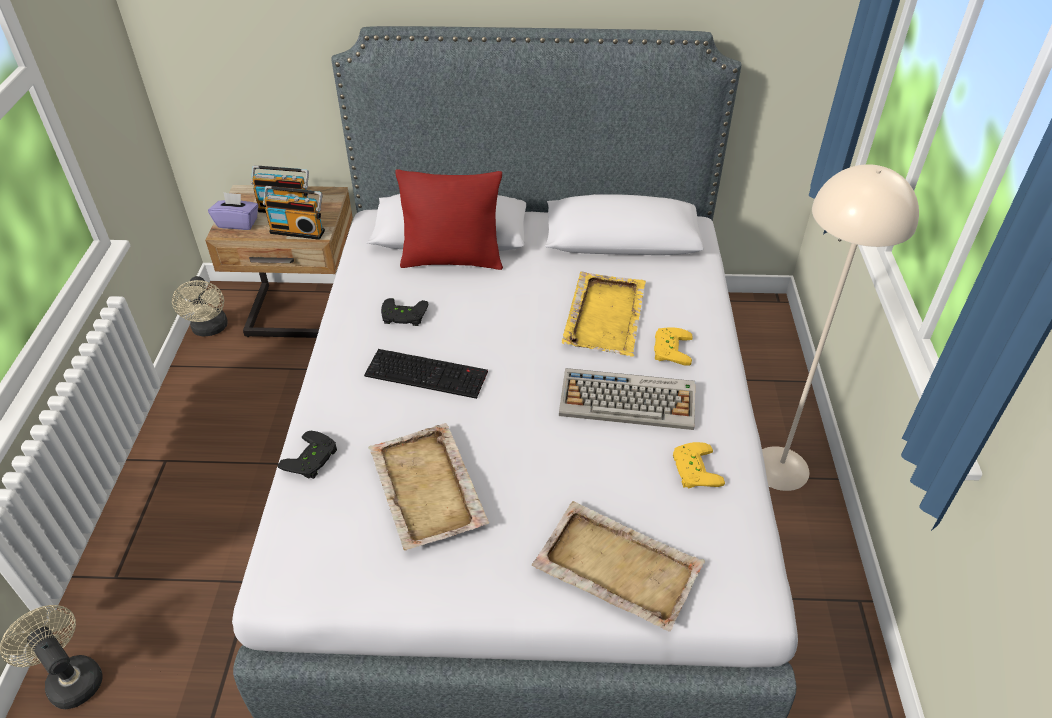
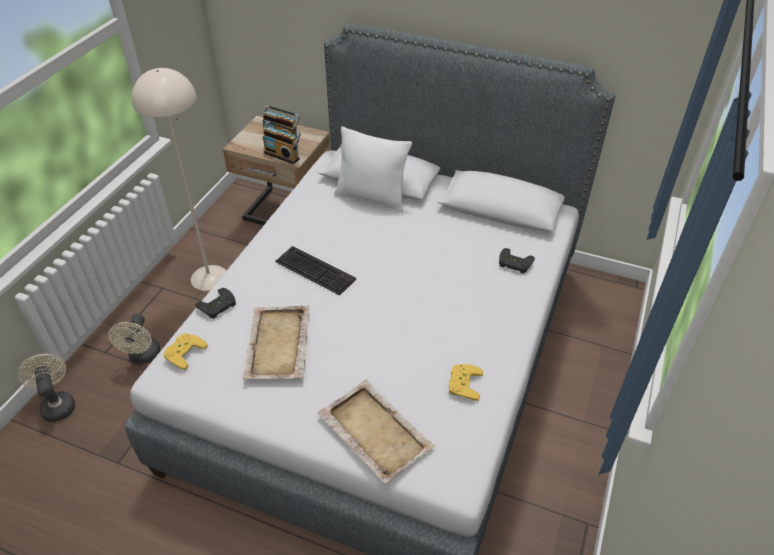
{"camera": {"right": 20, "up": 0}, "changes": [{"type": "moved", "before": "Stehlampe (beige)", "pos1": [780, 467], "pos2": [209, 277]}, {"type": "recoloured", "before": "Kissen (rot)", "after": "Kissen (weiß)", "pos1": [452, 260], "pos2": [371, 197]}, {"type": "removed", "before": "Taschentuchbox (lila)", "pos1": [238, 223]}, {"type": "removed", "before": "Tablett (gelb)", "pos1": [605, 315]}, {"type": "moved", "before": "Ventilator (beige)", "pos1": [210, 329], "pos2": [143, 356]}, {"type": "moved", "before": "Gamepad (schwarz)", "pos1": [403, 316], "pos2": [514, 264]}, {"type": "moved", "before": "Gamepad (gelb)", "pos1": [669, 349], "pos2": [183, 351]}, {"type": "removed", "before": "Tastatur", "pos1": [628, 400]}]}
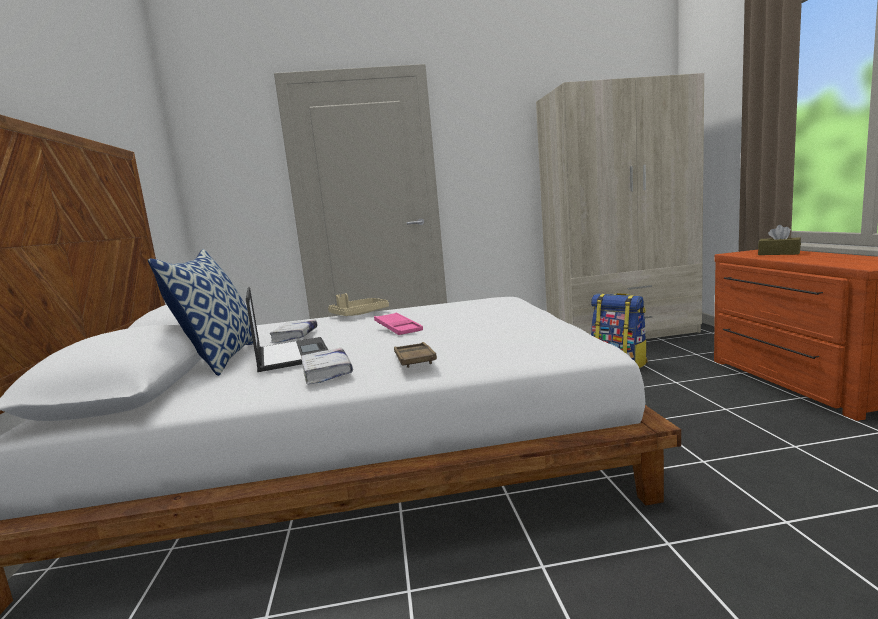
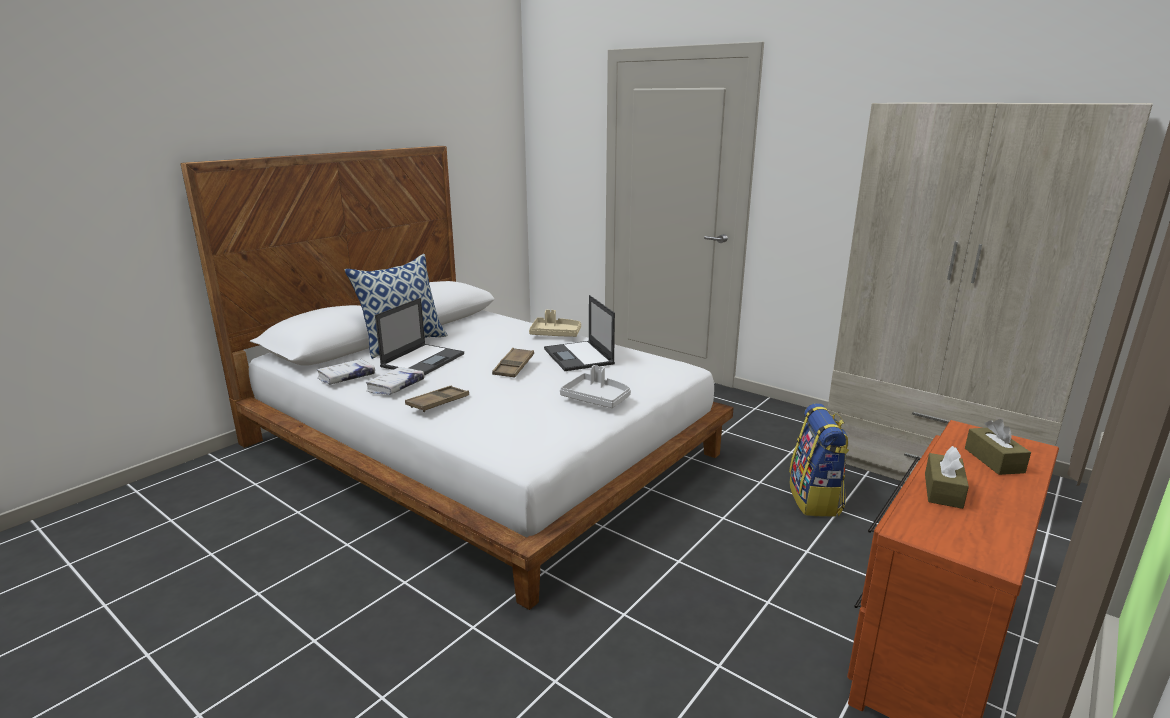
{"camera": {"right": 45, "up": 10}, "changes": [{"type": "recoloured", "before": "Tablett (rosa)", "after": "Tablett (braun)", "pos1": [398, 328], "pos2": [514, 366]}, {"type": "moved", "before": "Buch (weiß)", "pos1": [295, 336], "pos2": [346, 377]}, {"type": "added", "after": "Laptop", "pos2": [579, 357]}, {"type": "added", "after": "Tablett (grau)", "pos2": [596, 399]}, {"type": "added", "after": "Taschentuchbox (braun)", "pos2": [943, 490]}]}
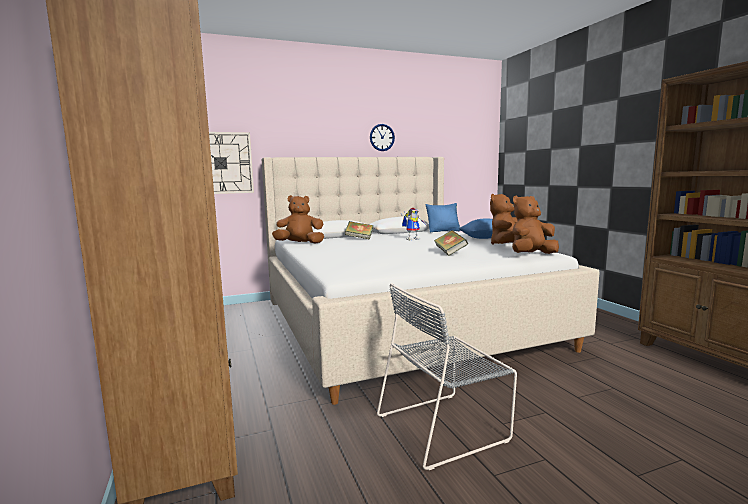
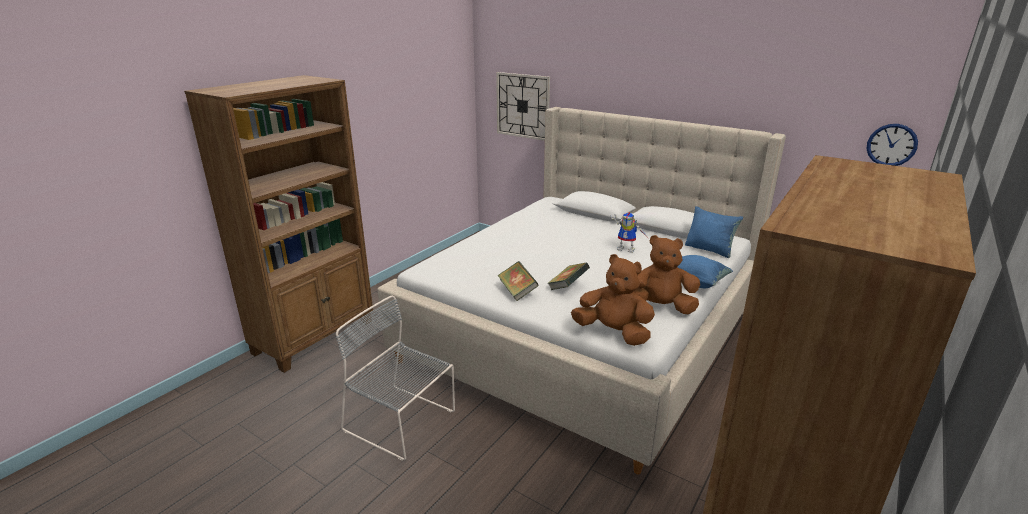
{"camera": {"right": 55, "up": 15}, "changes": [{"type": "moved", "before": "Wanduhr", "pos1": [382, 137], "pos2": [891, 145]}, {"type": "removed", "before": "Plüschtier (braun)", "pos1": [300, 244]}, {"type": "moved", "before": "Buch", "pos1": [359, 238], "pos2": [517, 291]}]}
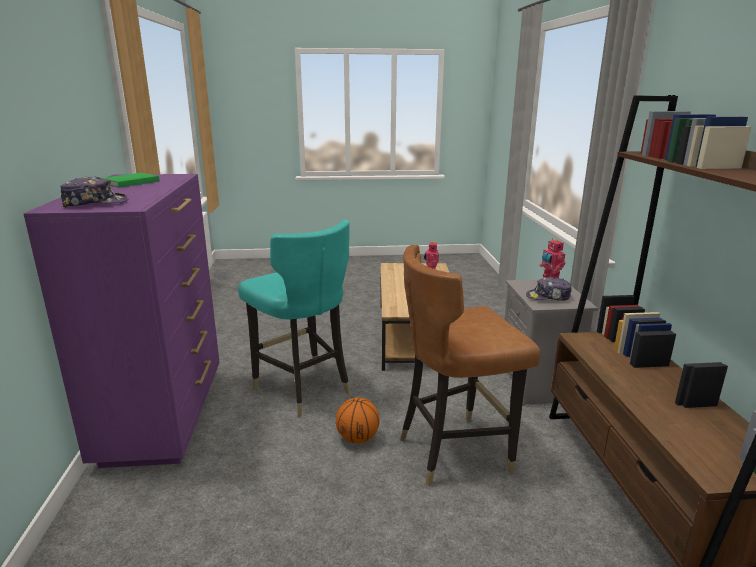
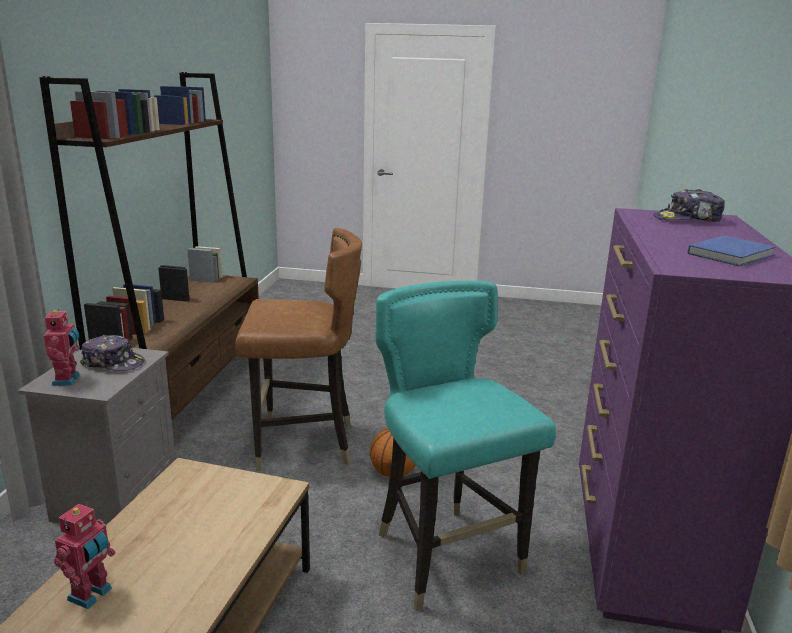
{"camera": {"right": -165, "up": 0}, "changes": [{"type": "recoloured", "before": "Buch (grün)", "after": "Buch (blau)", "pos1": [129, 182], "pos2": [732, 254]}]}
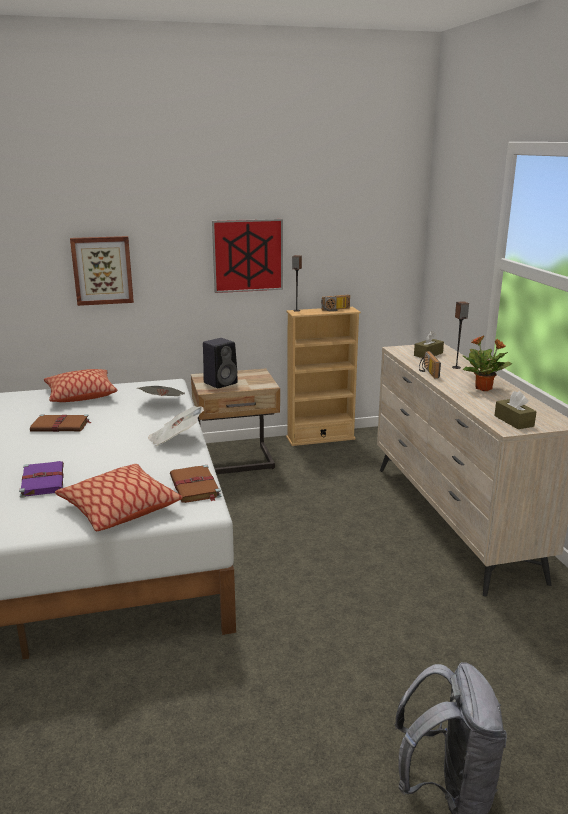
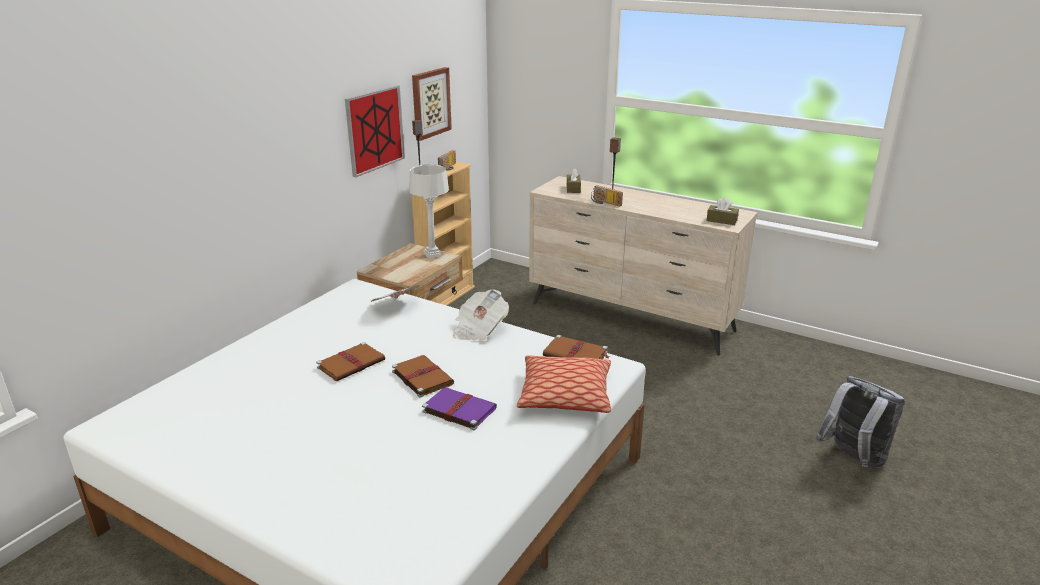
{"camera": {"right": -45, "up": 5}, "changes": [{"type": "moved", "before": "Bild", "pos1": [102, 270], "pos2": [430, 103]}, {"type": "removed", "before": "Topfpflanze", "pos1": [484, 389]}, {"type": "removed", "before": "Lautsprecher (schwarz)", "pos1": [221, 383]}, {"type": "removed", "before": "Kissen", "pos1": [80, 395]}, {"type": "added", "after": "Tischlampe (grau)", "pos2": [432, 254]}, {"type": "added", "after": "Buch (braun)", "pos2": [421, 377]}]}
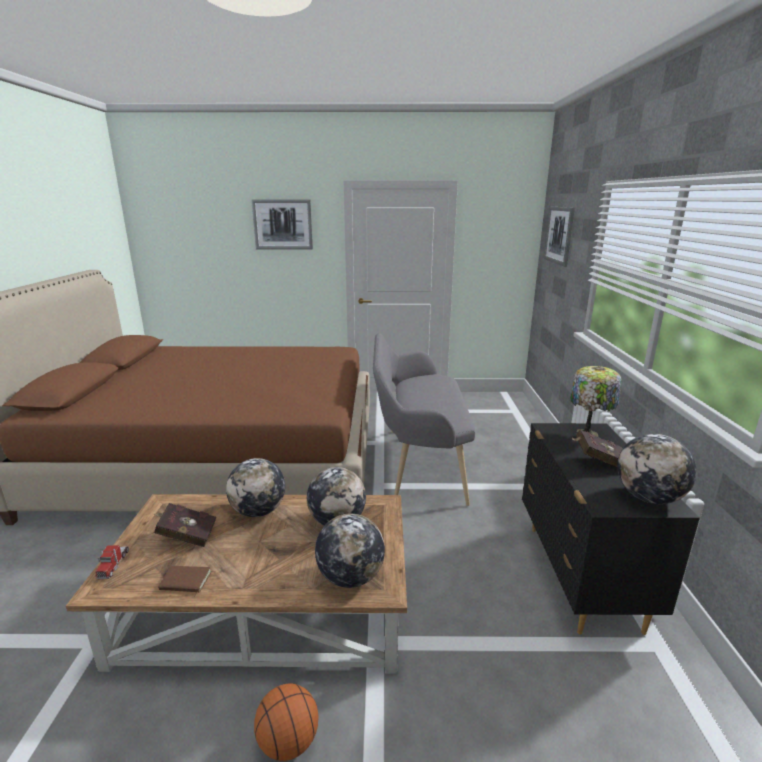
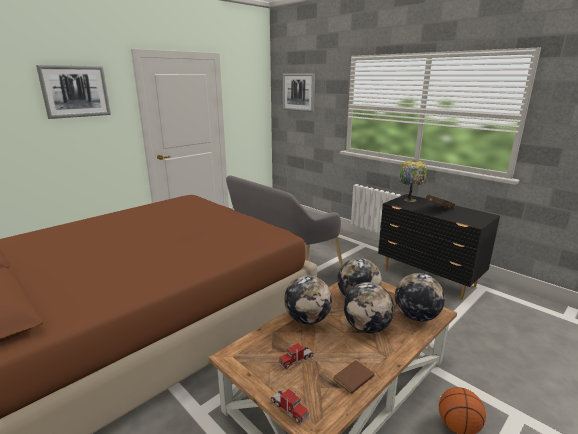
{"camera": {"right": -45, "up": 0}, "changes": [{"type": "moved", "before": "Globus", "pos1": [648, 498], "pos2": [366, 328]}, {"type": "replaced", "before": "Buch (rot)", "after": "Spielzeuglaster", "pos1": [186, 536], "pos2": [296, 360]}]}
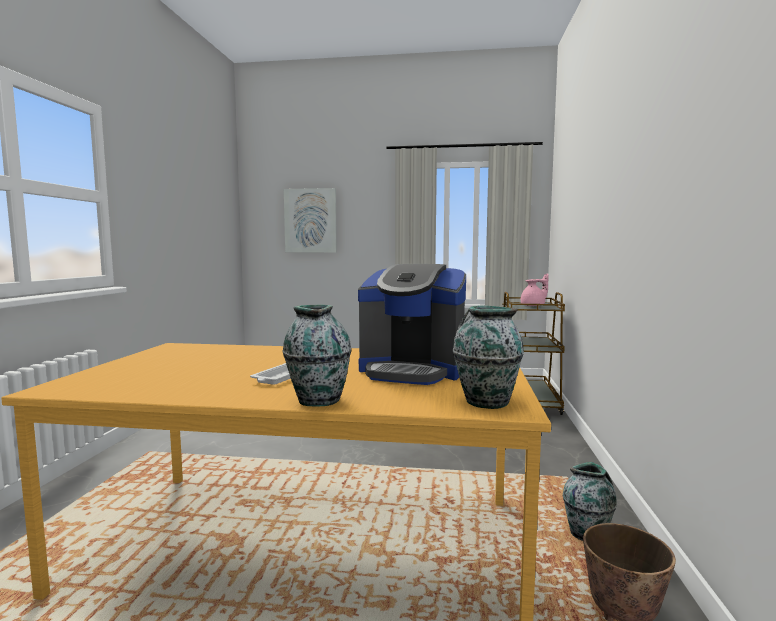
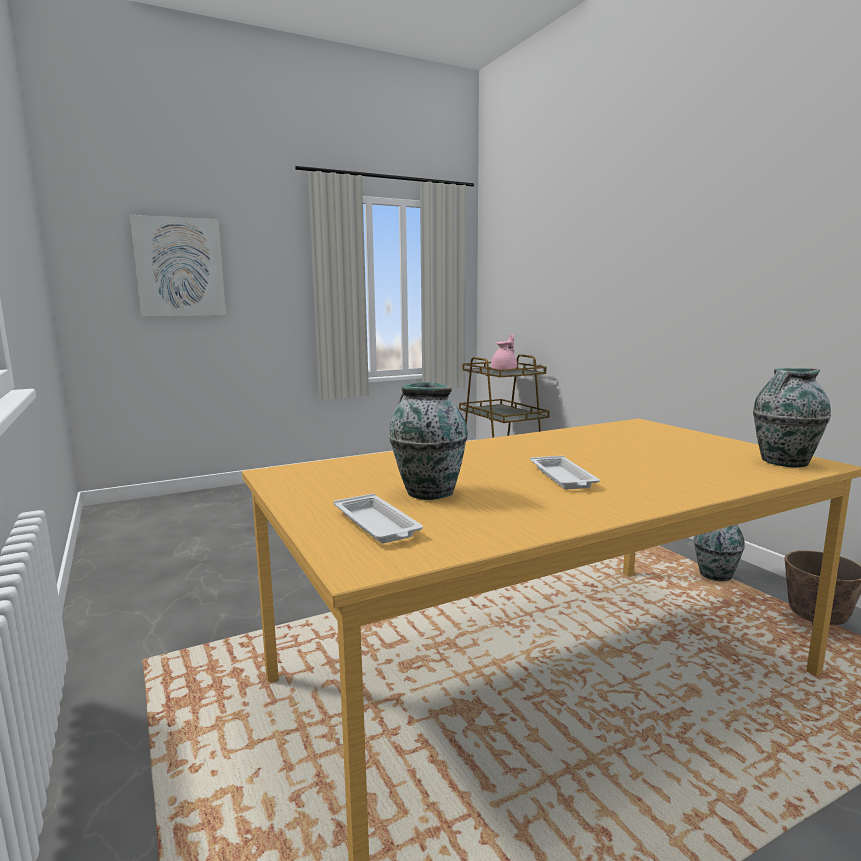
{"camera": {"right": -35, "up": 5}, "changes": [{"type": "removed", "before": "Kaffeemaschine", "pos1": [412, 371]}, {"type": "moved", "before": "Vase", "pos1": [318, 400], "pos2": [428, 492]}, {"type": "added", "after": "Tablett (weiß)", "pos2": [377, 525]}]}
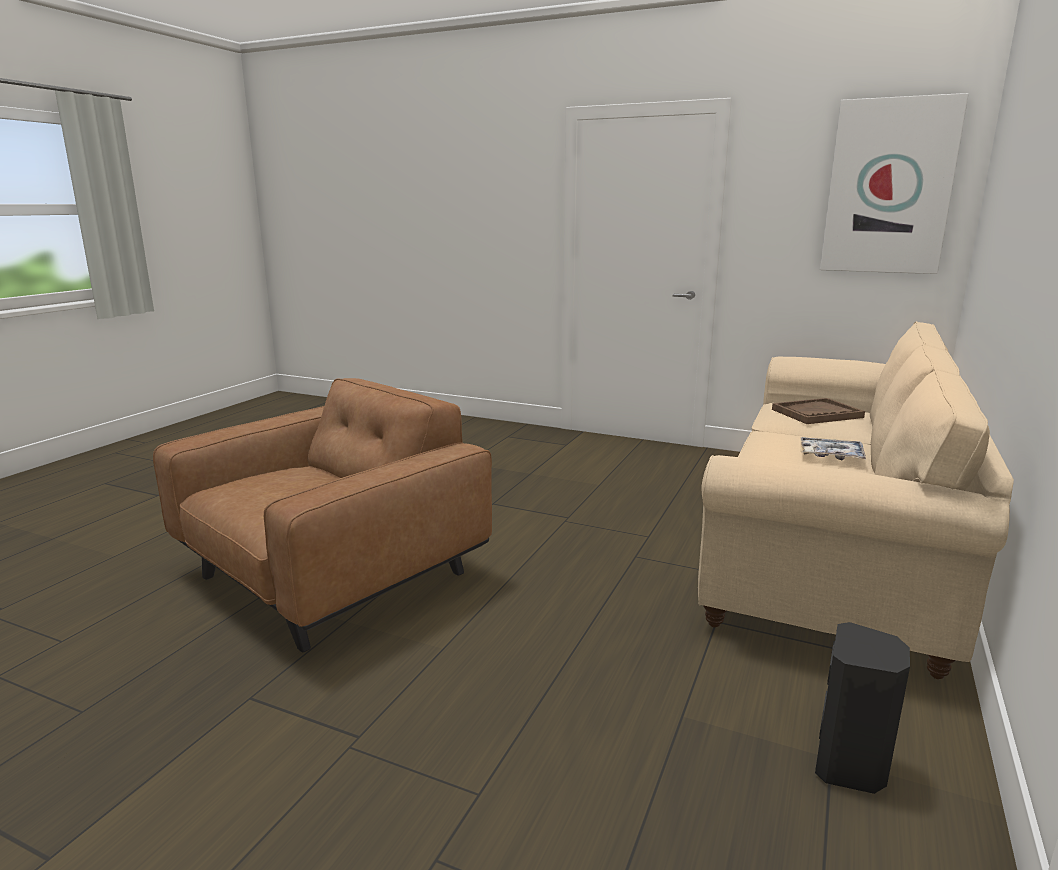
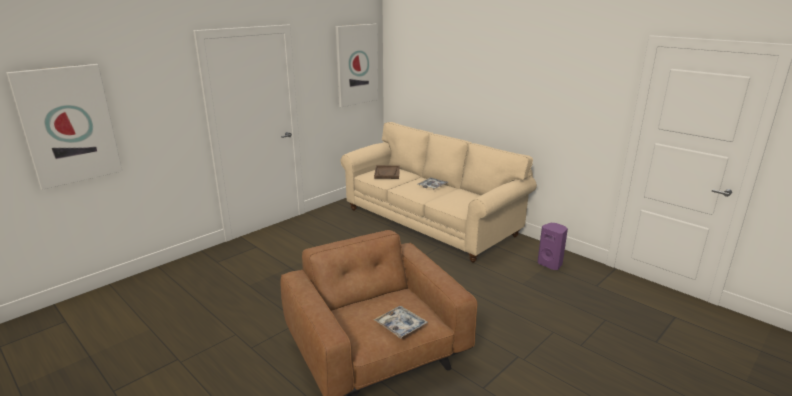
{"camera": {"right": -70, "up": 5}, "changes": [{"type": "recoloured", "before": "Lautsprecher (schwarz)", "after": "Lautsprecher (lila)", "pos1": [851, 767], "pos2": [550, 264]}, {"type": "added", "after": "Bild", "pos2": [68, 125]}, {"type": "added", "after": "Tablett", "pos2": [400, 326]}]}
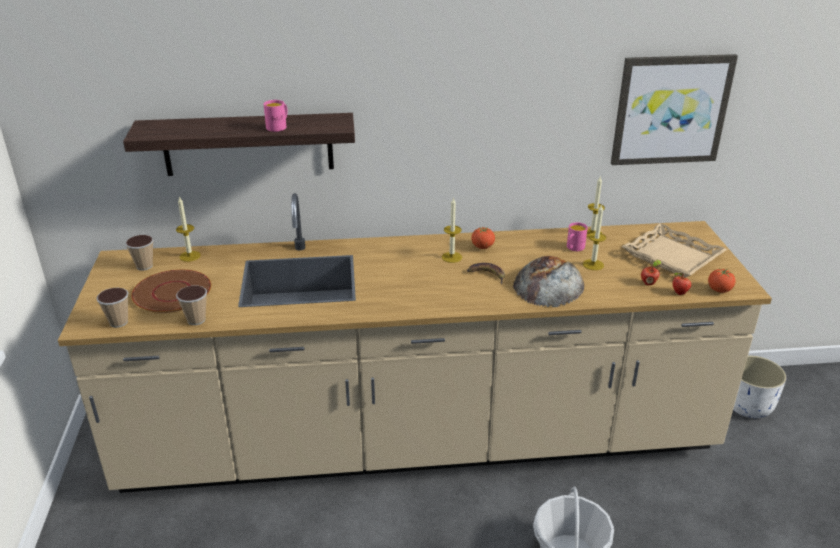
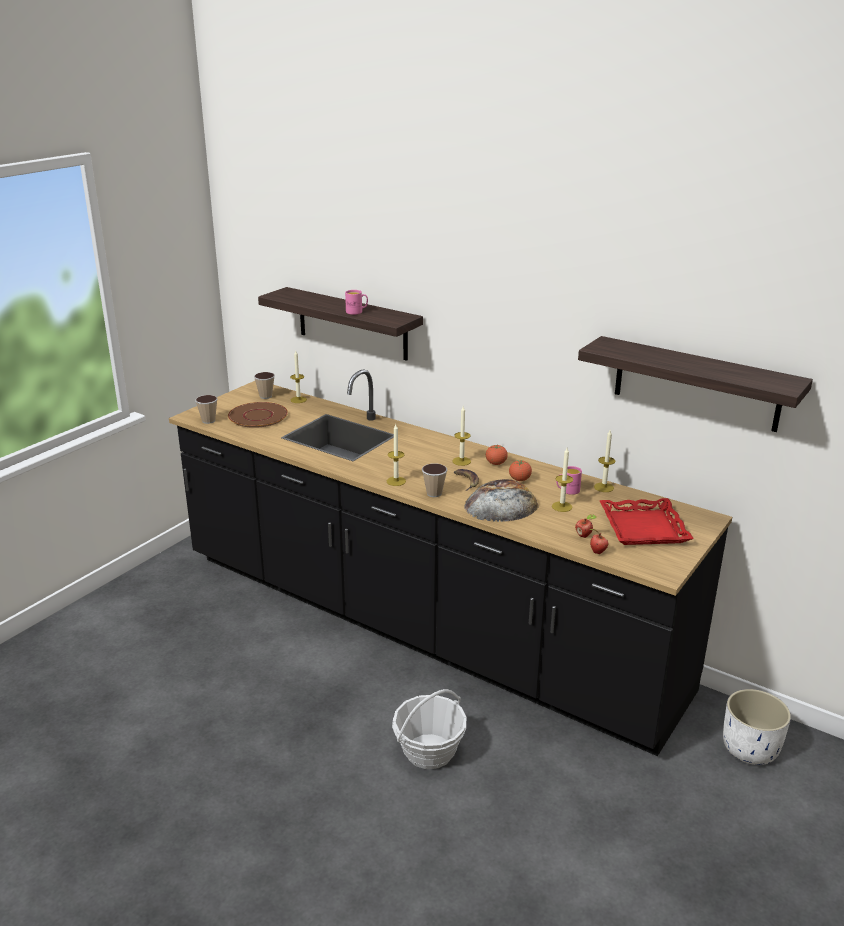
{"camera": {"right": 40, "up": -5}, "changes": [{"type": "replaced", "before": "Bild", "after": "Wandregal", "pos1": [670, 110], "pos2": [696, 384]}, {"type": "recoloured", "before": "Küchenzeile (beige)", "after": "Küchenzeile (schwarz)", "pos1": [420, 440], "pos2": [421, 624]}, {"type": "recoloured", "before": "Tablett (beige)", "after": "Tablett (rot)", "pos1": [673, 256], "pos2": [644, 528]}, {"type": "moved", "before": "Tomate", "pos1": [719, 290], "pos2": [519, 479]}, {"type": "moved", "before": "Tasse", "pos1": [196, 320], "pos2": [434, 493]}, {"type": "added", "after": "Kerze", "pos2": [396, 481]}]}
